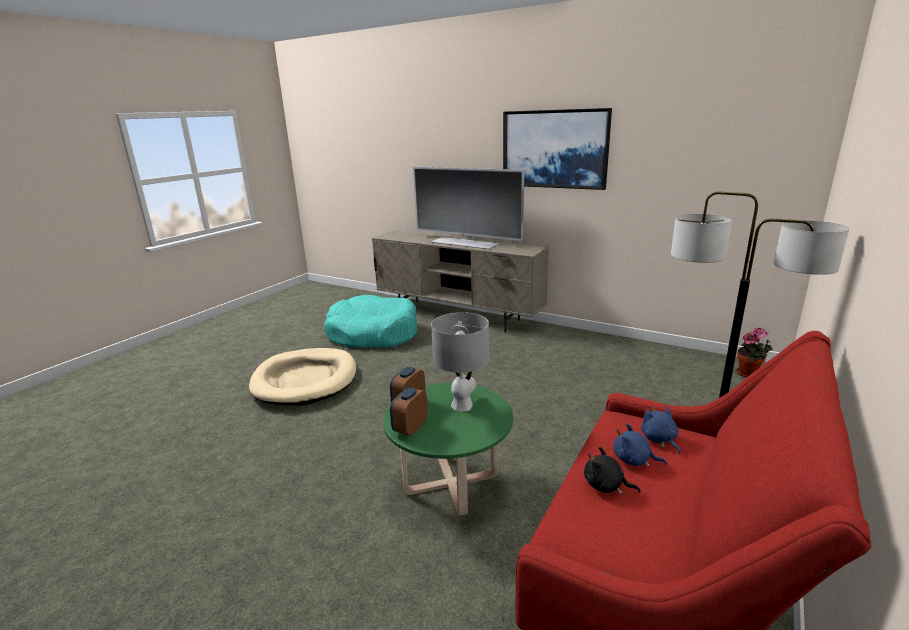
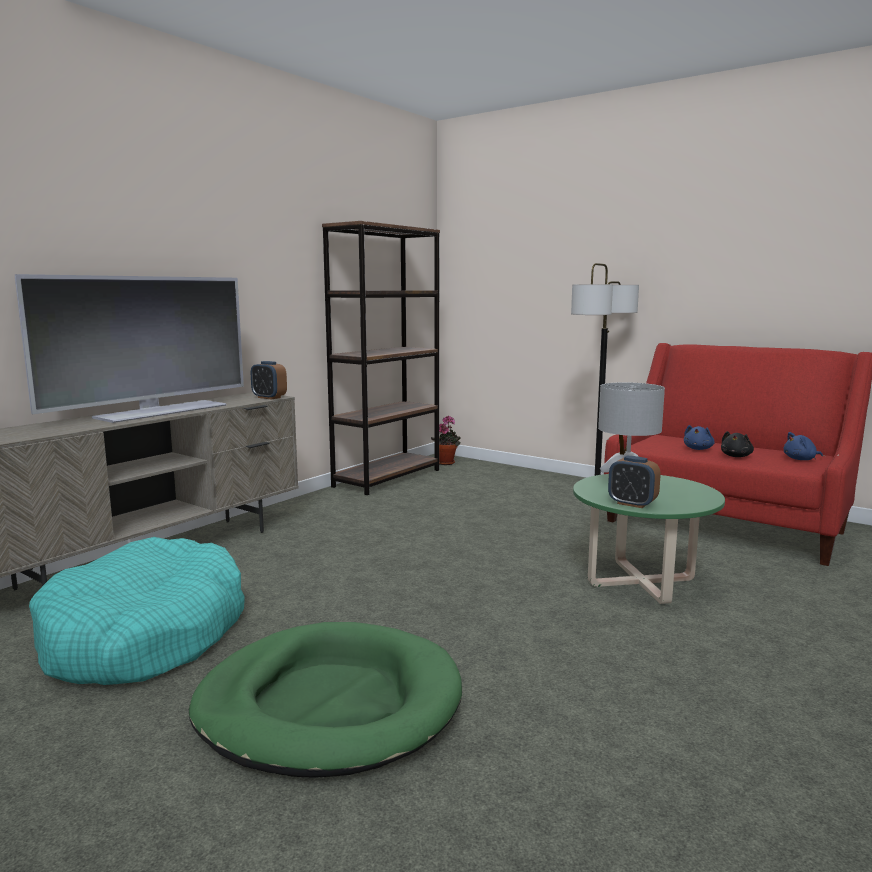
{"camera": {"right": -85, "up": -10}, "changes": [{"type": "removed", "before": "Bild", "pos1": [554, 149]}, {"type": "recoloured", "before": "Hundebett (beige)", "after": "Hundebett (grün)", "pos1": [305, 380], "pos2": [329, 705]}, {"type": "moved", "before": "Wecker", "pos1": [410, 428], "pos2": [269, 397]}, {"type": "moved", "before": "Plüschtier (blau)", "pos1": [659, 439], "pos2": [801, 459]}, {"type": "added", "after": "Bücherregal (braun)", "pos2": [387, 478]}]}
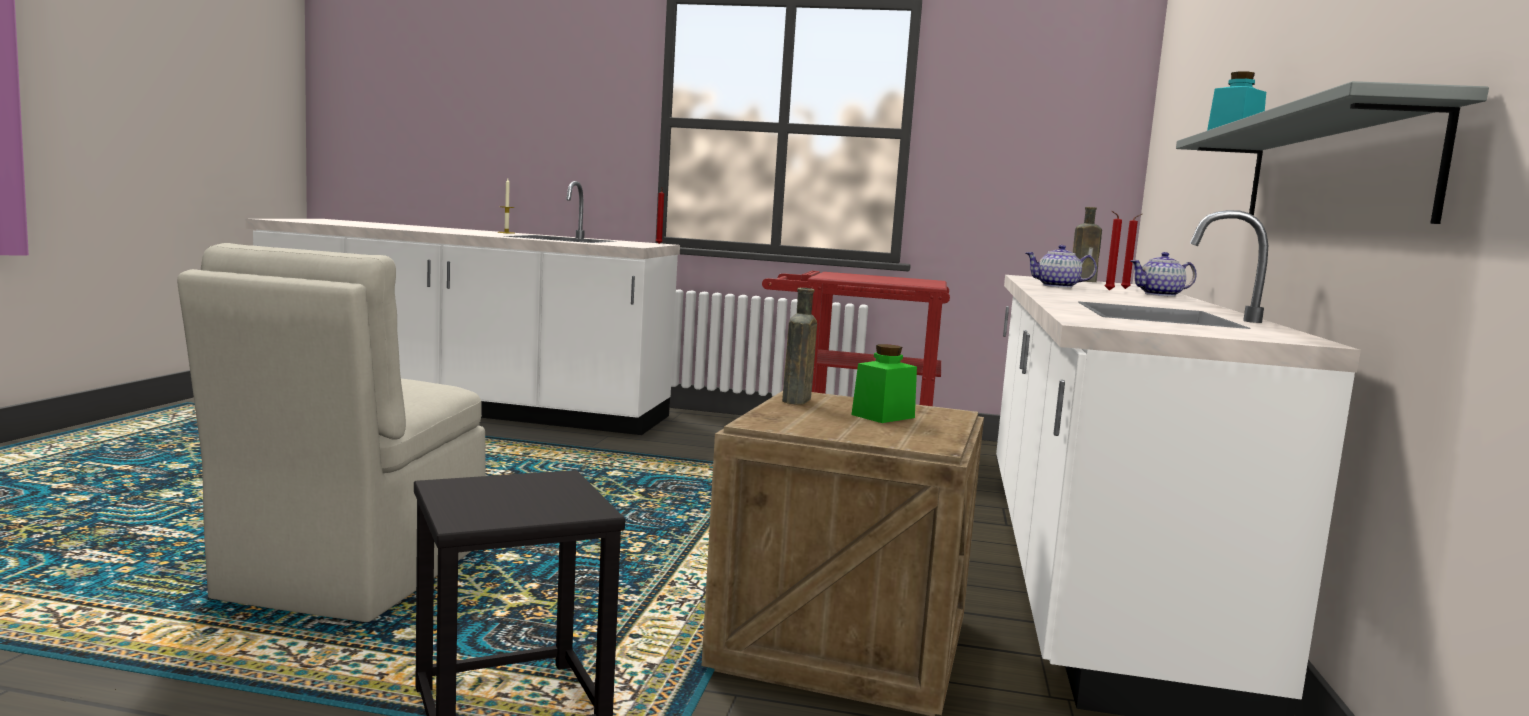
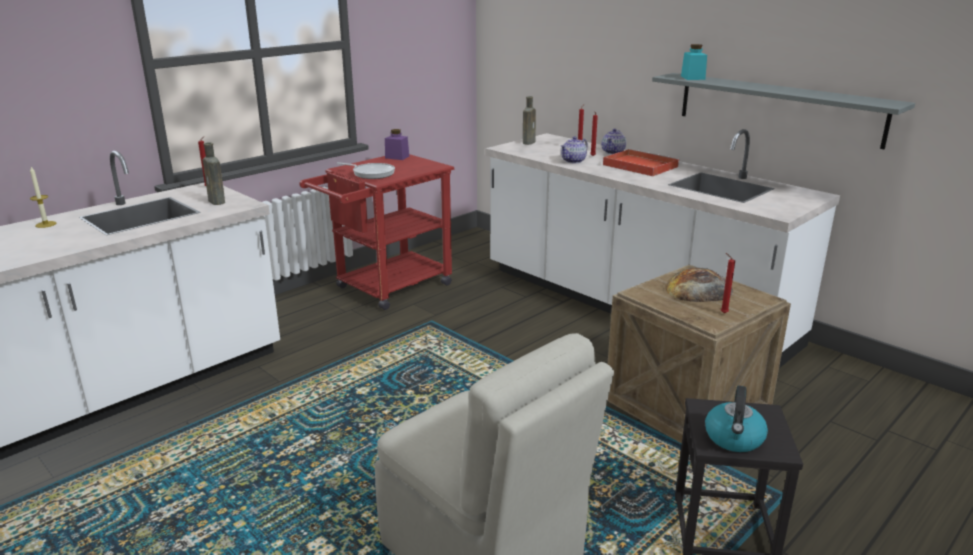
{"camera": {"right": -55, "up": 15}, "changes": [{"type": "moved", "before": "Flasche (braun)", "pos1": [796, 401], "pos2": [217, 202]}, {"type": "replaced", "before": "Vorratsglas (grün)", "after": "Brot", "pos1": [883, 416], "pos2": [698, 289]}, {"type": "added", "after": "Vorratsglas (lila)", "pos2": [397, 157]}, {"type": "added", "after": "Tablett (rot)", "pos2": [639, 165]}, {"type": "added", "after": "Pfanne", "pos2": [371, 173]}, {"type": "added", "after": "Kerze (rot)", "pos2": [722, 313]}, {"type": "added", "after": "Wasserkessel", "pos2": [734, 439]}]}
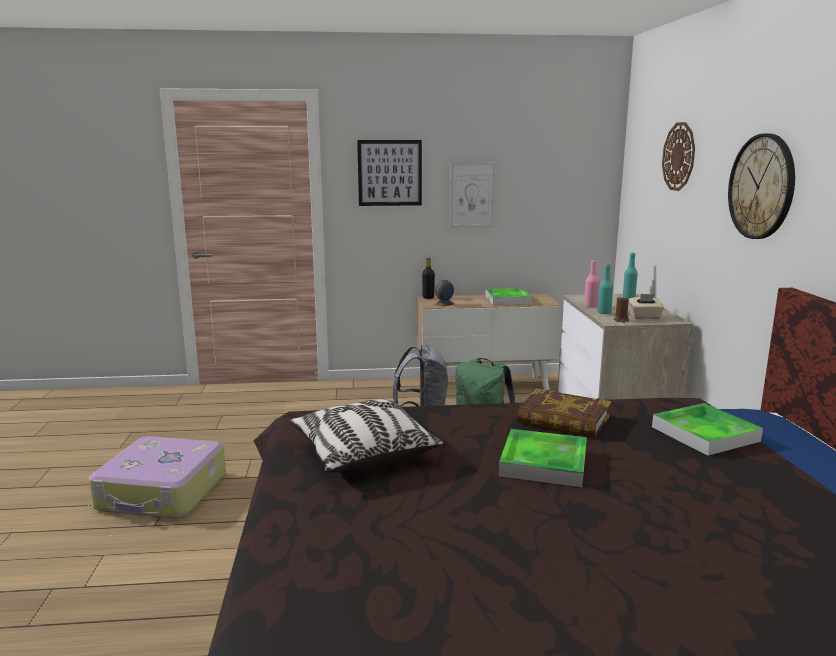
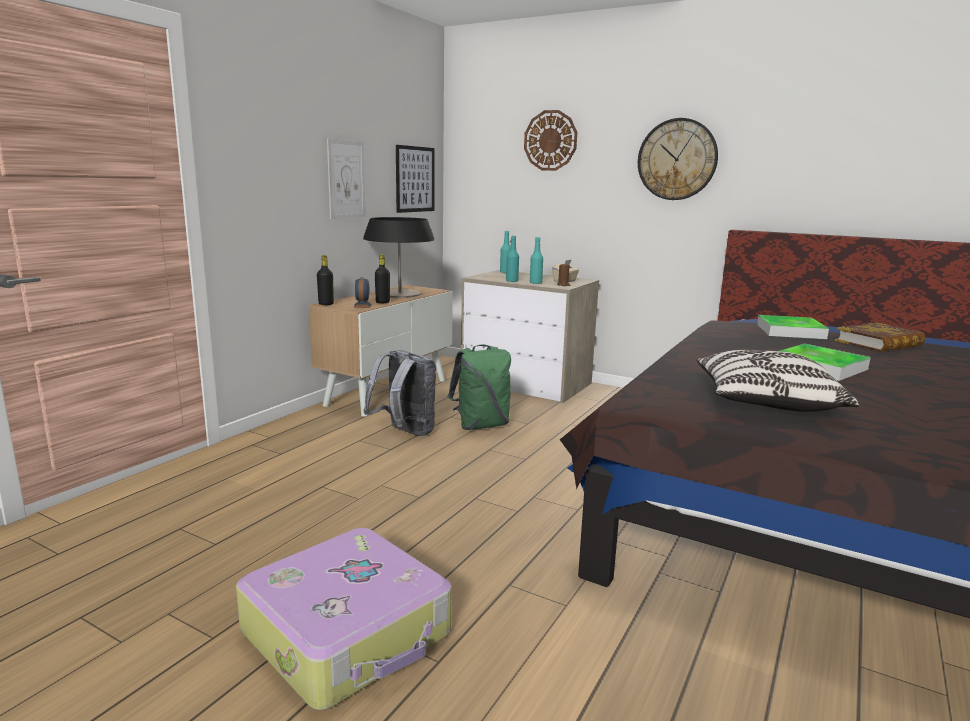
{"camera": {"right": -55, "up": 0}, "changes": [{"type": "moved", "before": "Bild", "pos1": [390, 173], "pos2": [415, 179]}, {"type": "recoloured", "before": "Flasche (rosa)", "after": "Flasche (türkis)", "pos1": [590, 306], "pos2": [512, 281]}, {"type": "replaced", "before": "Tablett", "after": "Tischlampe", "pos1": [507, 300], "pos2": [399, 293]}, {"type": "moved", "before": "Buch", "pos1": [563, 420], "pos2": [879, 343]}, {"type": "added", "after": "Flasche (schwarz)", "pos2": [382, 302]}]}
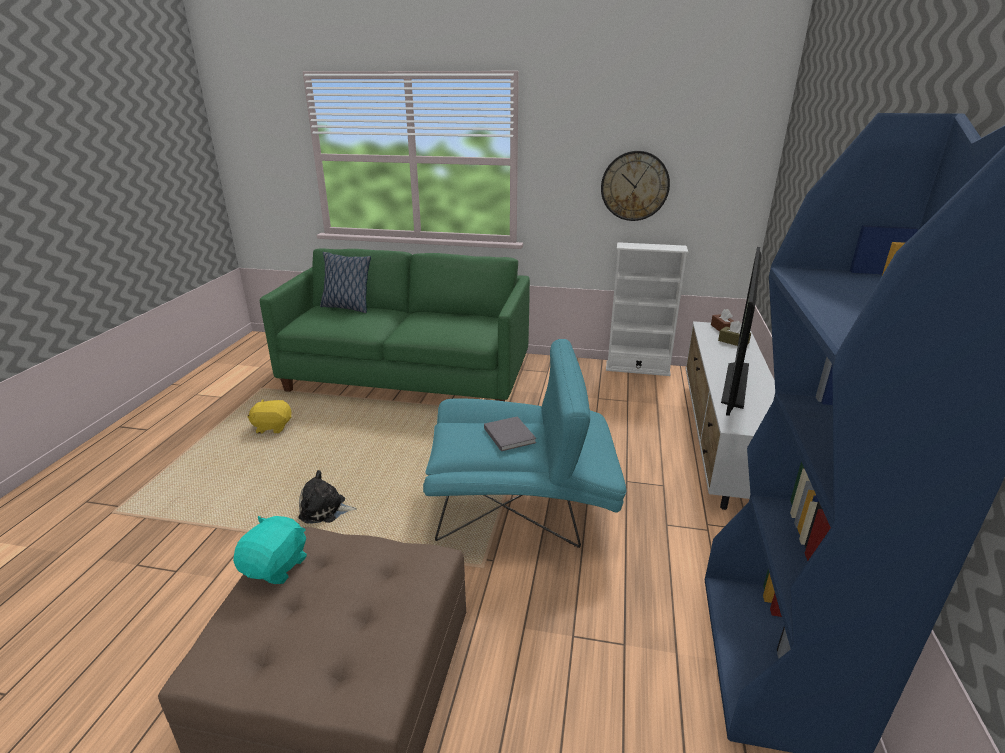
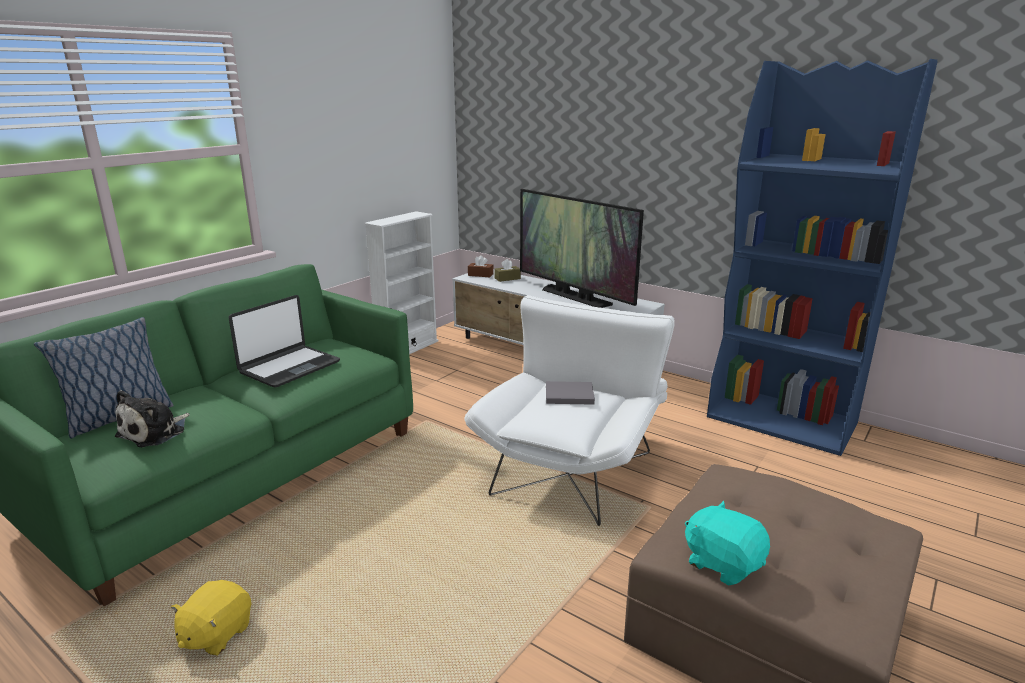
{"camera": {"right": -65, "up": -5}, "changes": [{"type": "removed", "before": "Wanduhr", "pos1": [634, 186]}, {"type": "recoloured", "before": "Sessel (türkis)", "after": "Sessel (weiß)", "pos1": [522, 505], "pos2": [574, 465]}, {"type": "moved", "before": "Plüschtier", "pos1": [325, 510], "pos2": [155, 432]}, {"type": "added", "after": "Laptop", "pos2": [289, 367]}]}
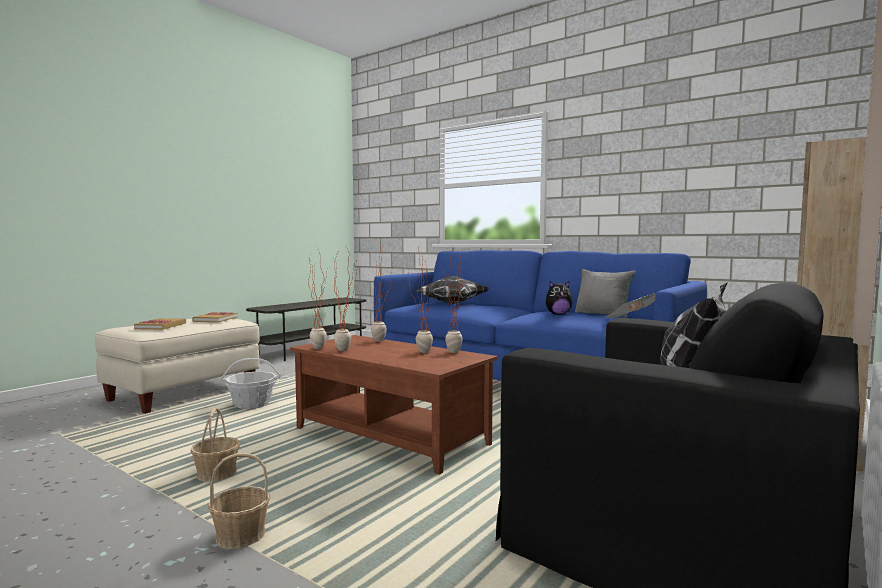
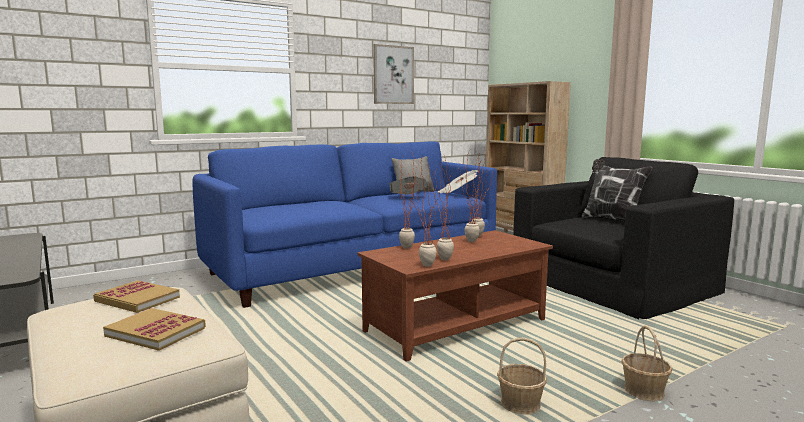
{"camera": {"right": -70, "up": 5}, "changes": [{"type": "removed", "before": "Kissen", "pos1": [452, 303]}, {"type": "replaced", "before": "Plüschtier", "after": "Zeitung", "pos1": [558, 314], "pos2": [408, 197]}, {"type": "removed", "before": "Korb", "pos1": [252, 404]}, {"type": "added", "after": "Bild", "pos2": [393, 75]}]}
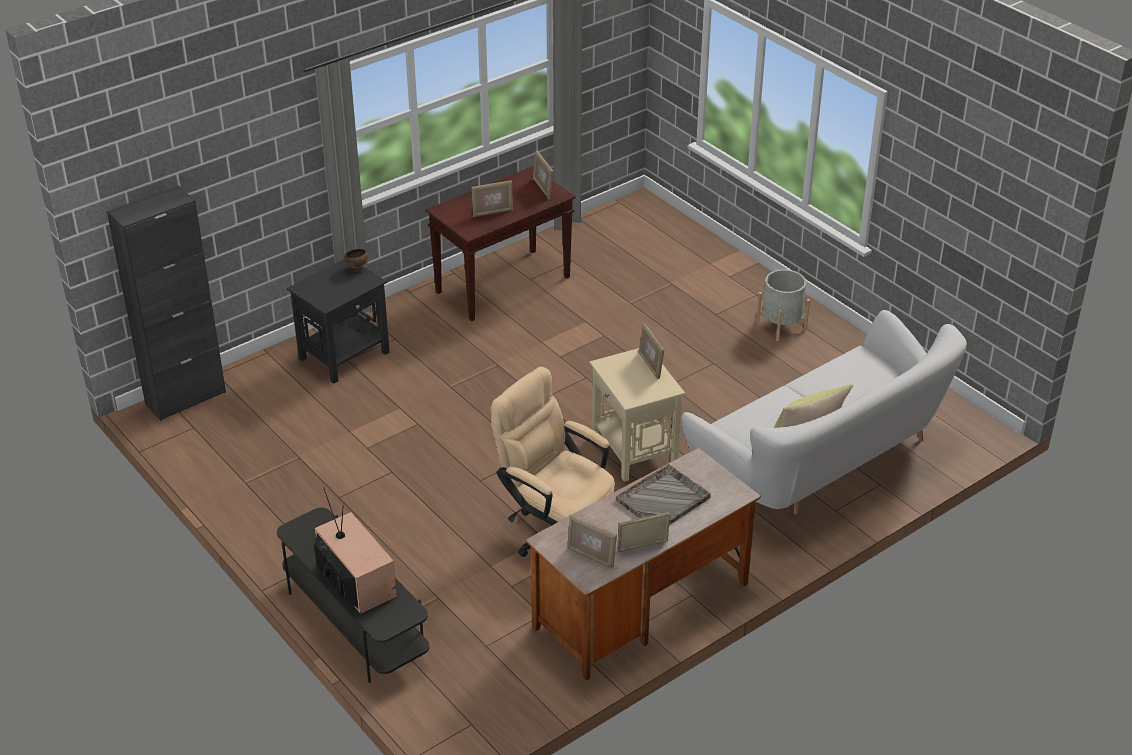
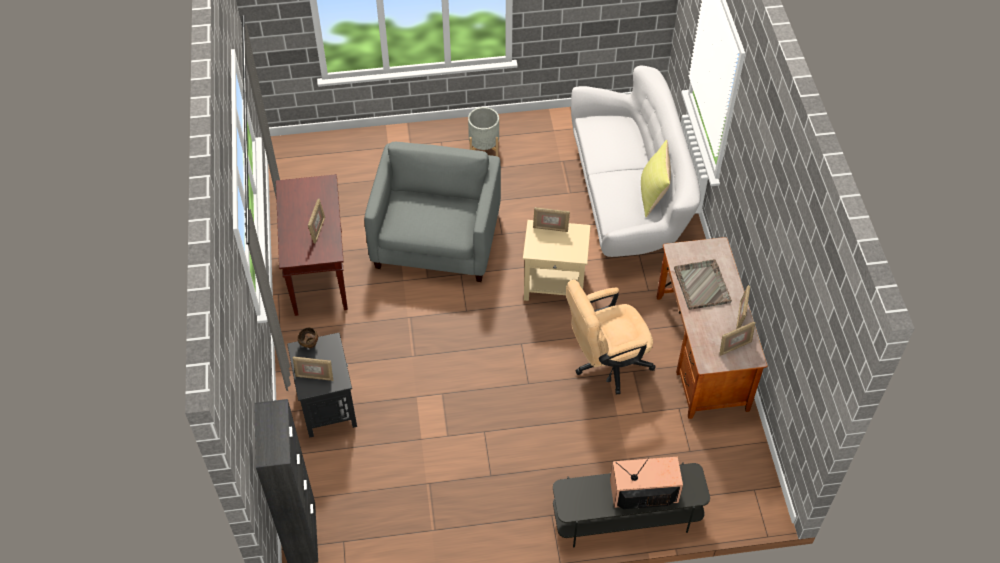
{"camera": {"right": -60, "up": 15}, "changes": [{"type": "moved", "before": "Bilderrahmen", "pos1": [542, 188], "pos2": [314, 377]}, {"type": "added", "after": "Sessel (grau)", "pos2": [437, 240]}]}
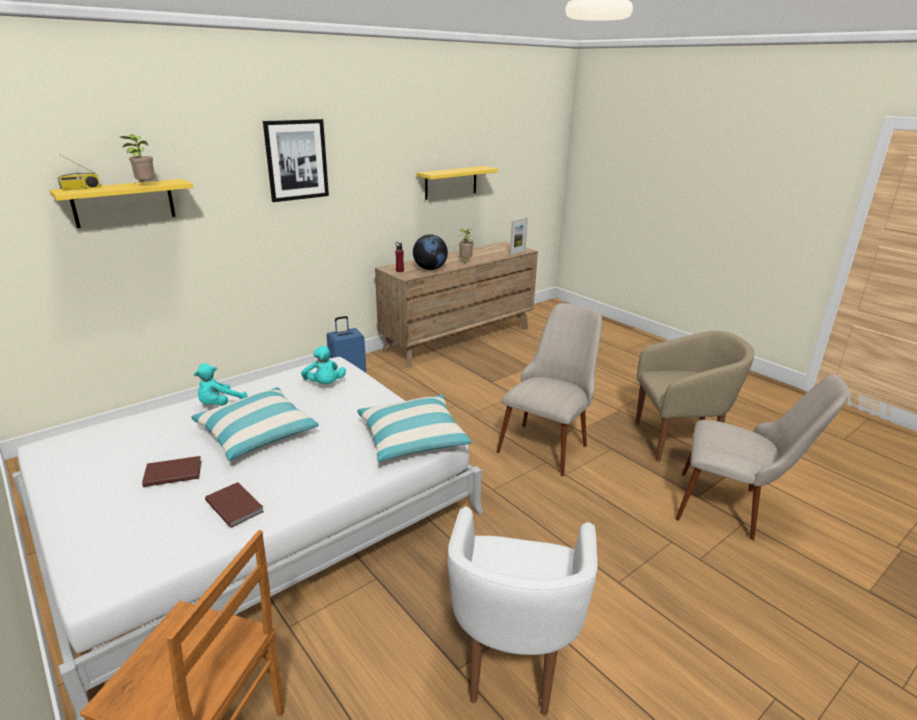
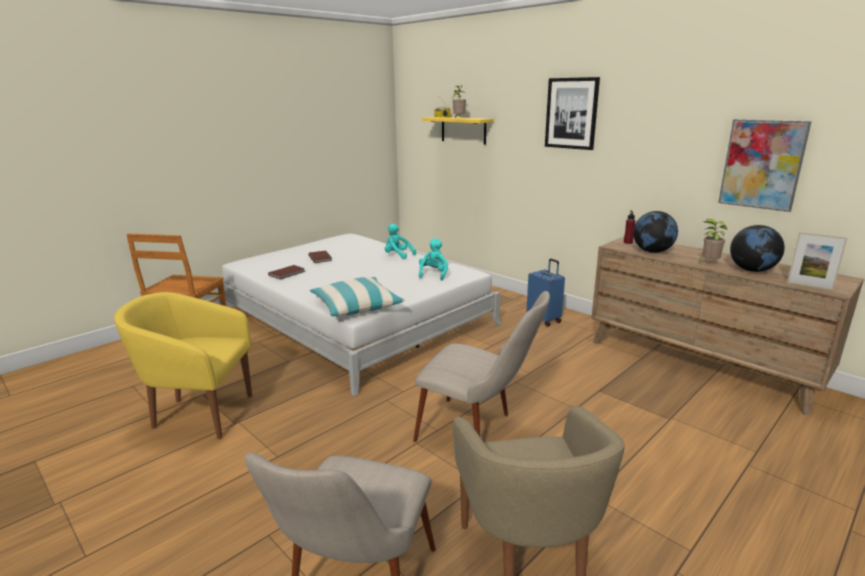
{"camera": {"right": 85, "up": -5}, "changes": [{"type": "replaced", "before": "Wandregal (gelb)", "after": "Bild", "pos1": [451, 182], "pos2": [762, 164]}, {"type": "turned", "before": "Plüschtier (türkis)", "pos1": [324, 385], "pos2": [433, 274], "turn": 135}, {"type": "removed", "before": "Kissen", "pos1": [257, 433]}, {"type": "recoloured", "before": "Sessel (weiß)", "after": "Sessel (gelb)", "pos1": [512, 659], "pos2": [199, 414]}, {"type": "added", "after": "Globus", "pos2": [752, 270]}]}
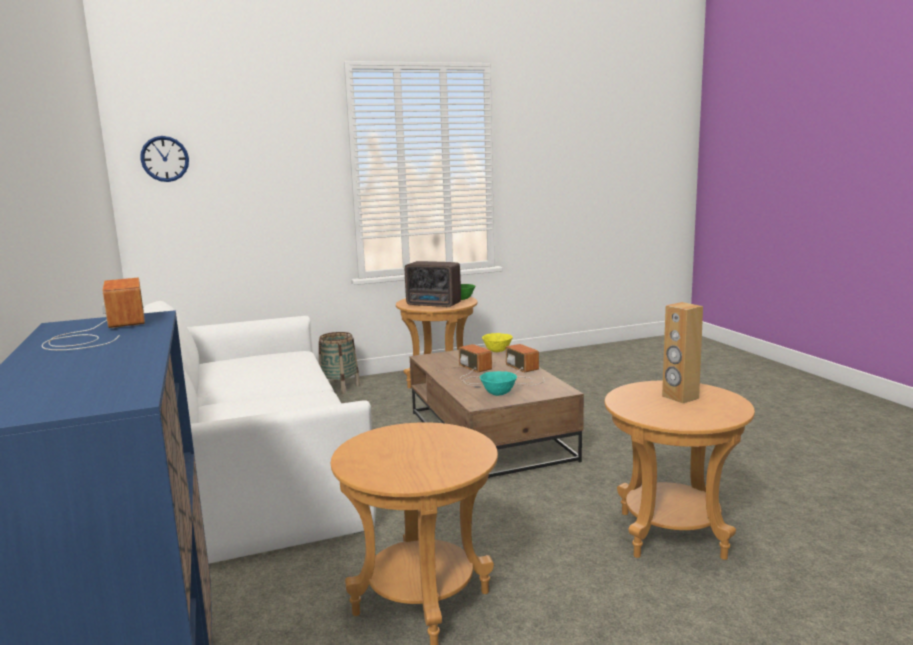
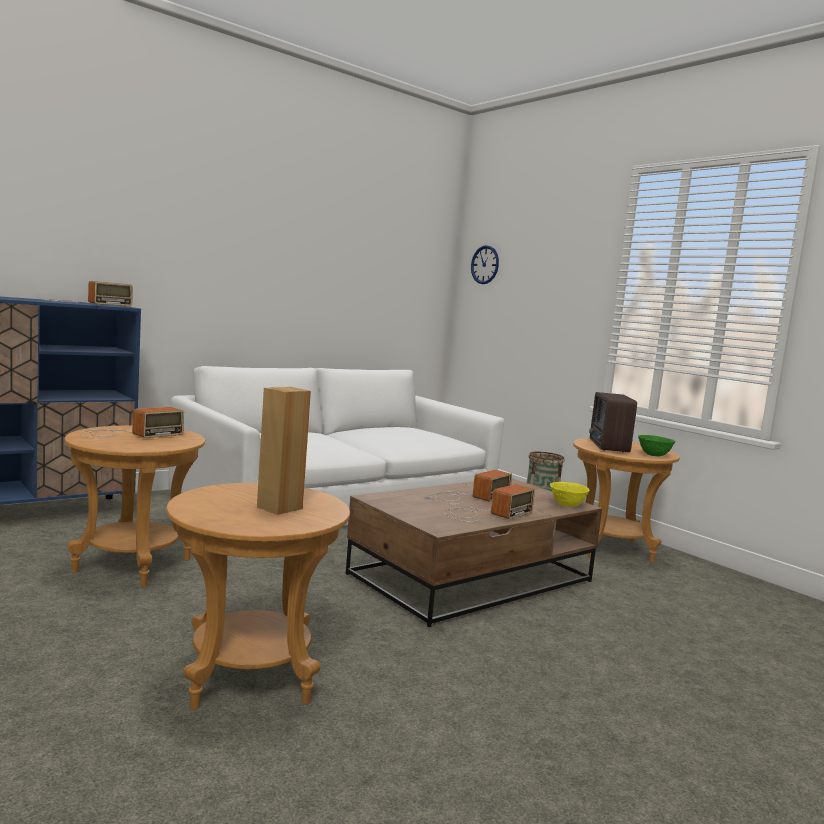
{"camera": {"right": 70, "up": -5}, "changes": [{"type": "removed", "before": "Schüssel (türkis)", "pos1": [498, 394]}, {"type": "added", "after": "Radio", "pos2": [128, 434]}]}
